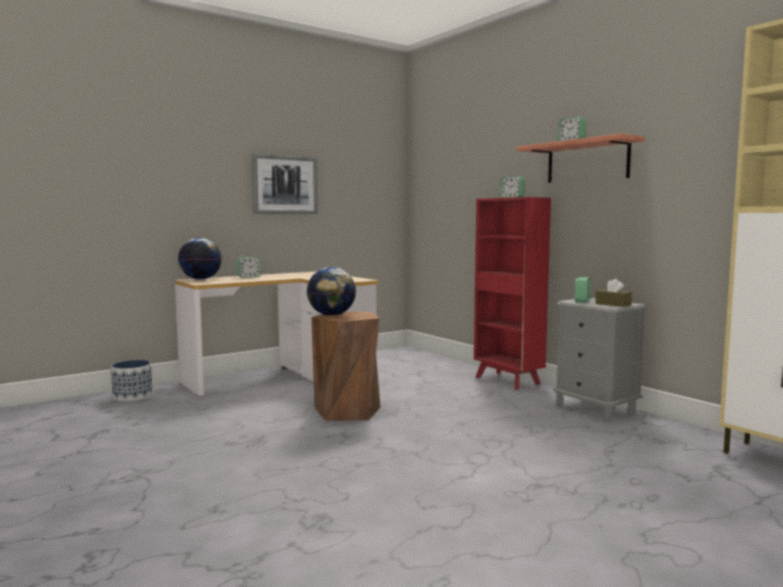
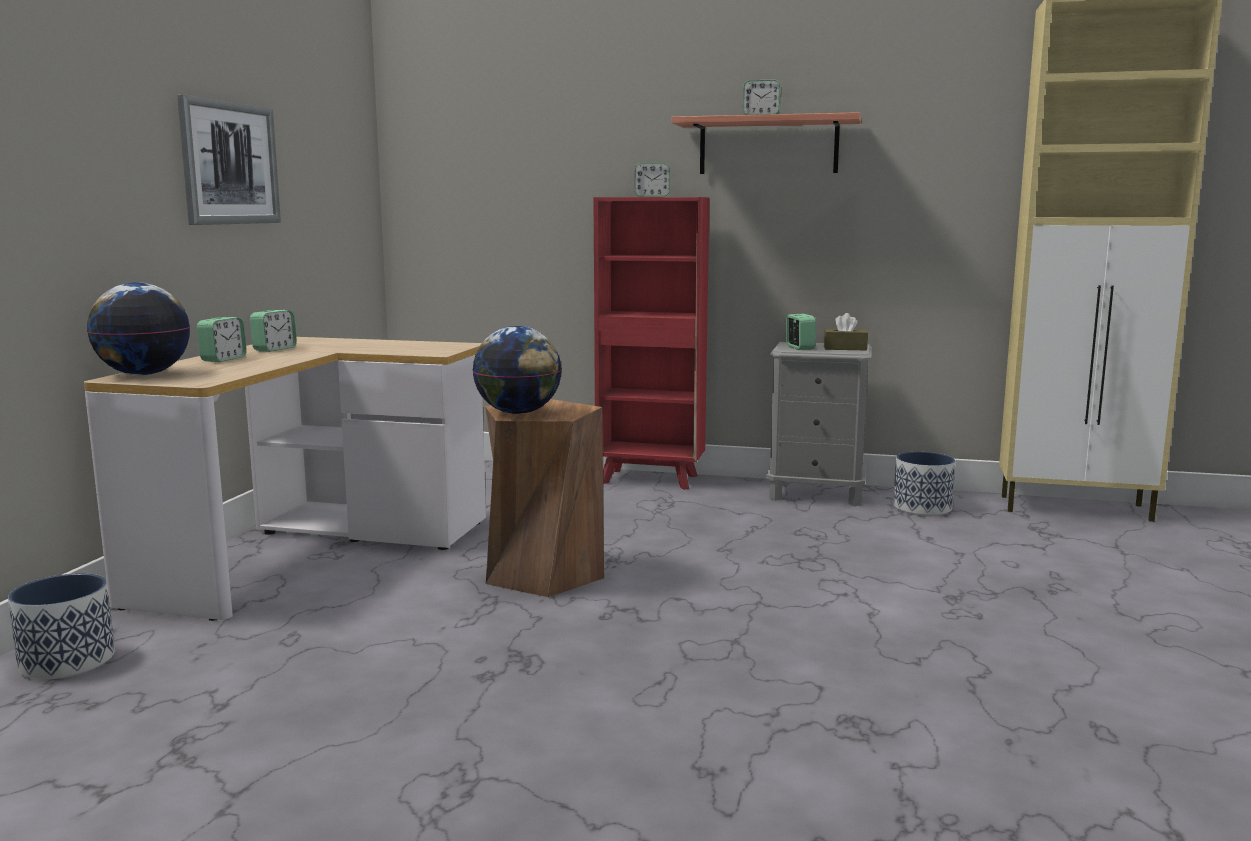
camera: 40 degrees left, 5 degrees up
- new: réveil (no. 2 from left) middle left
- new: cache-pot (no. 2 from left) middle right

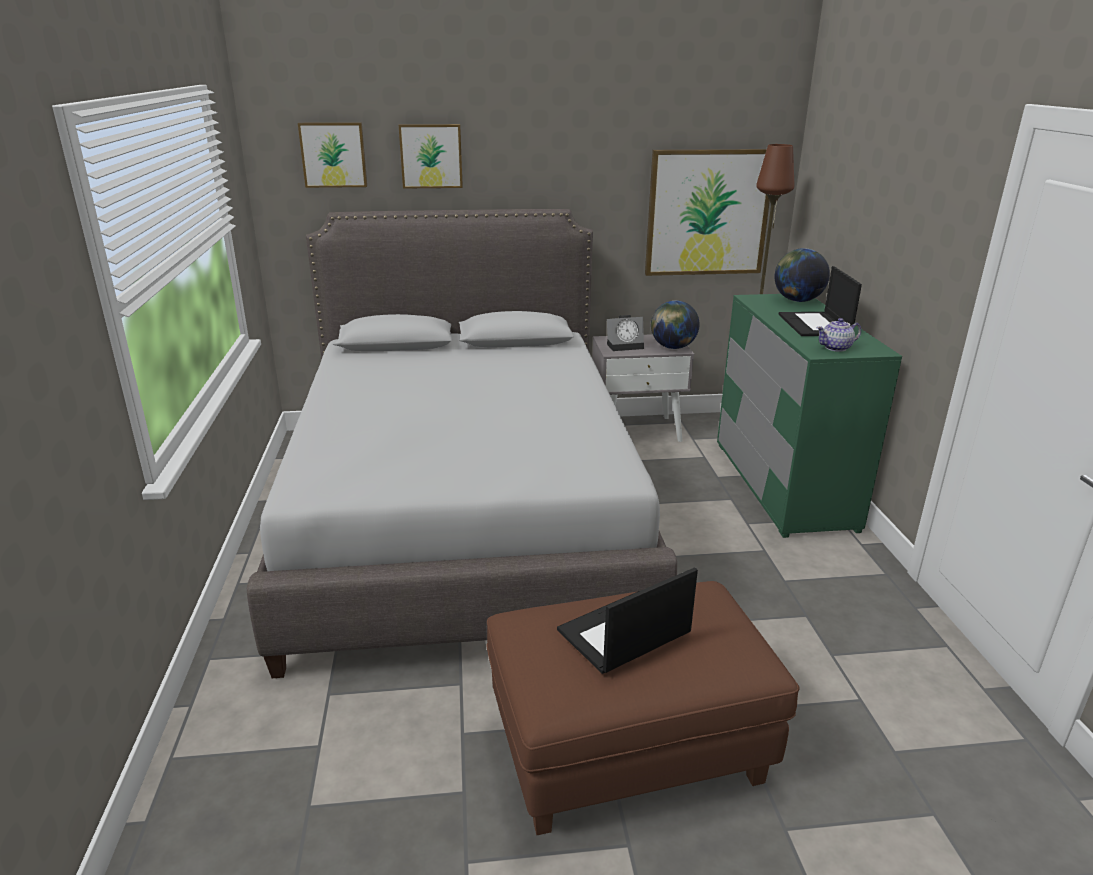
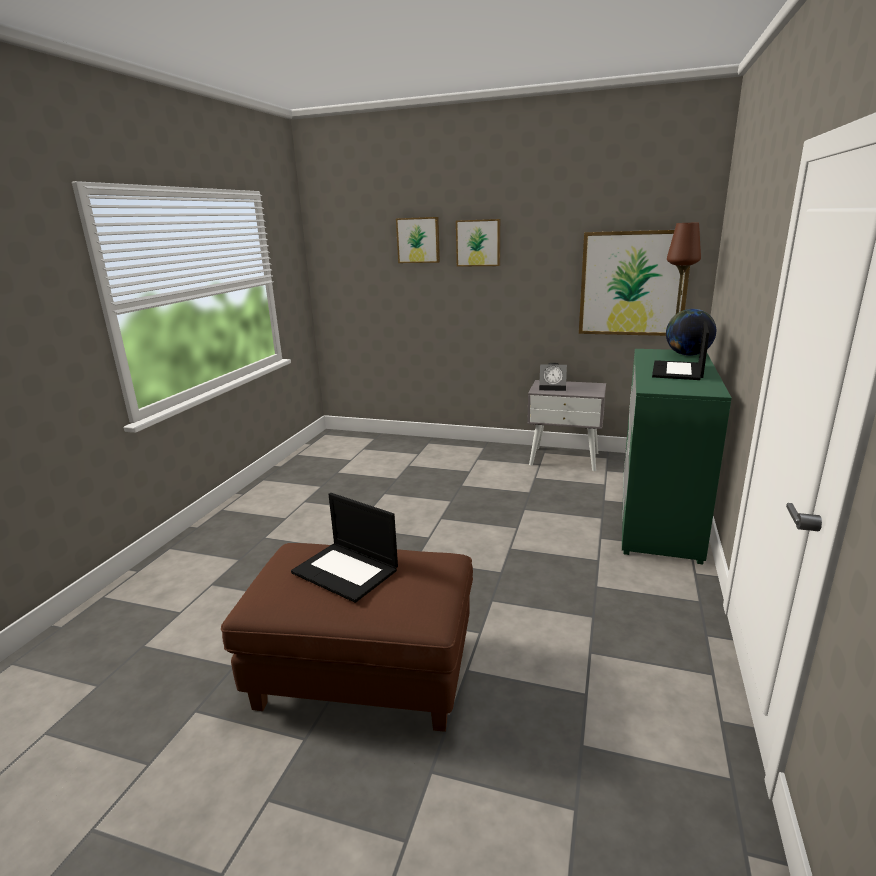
camera: 25 degrees right, 5 degrees down
- gone: lit (gris) centre
- gone: globe (no. 1 from left) centre
- gone: théière middle right
- shifted: tableau (no. 1 from left in the first image) top left to tableau (no. 2 from left) top centre
- rotated: ordinateur portable (no. 1 from left) bottom centre = centre 135 degrees counterclockwise

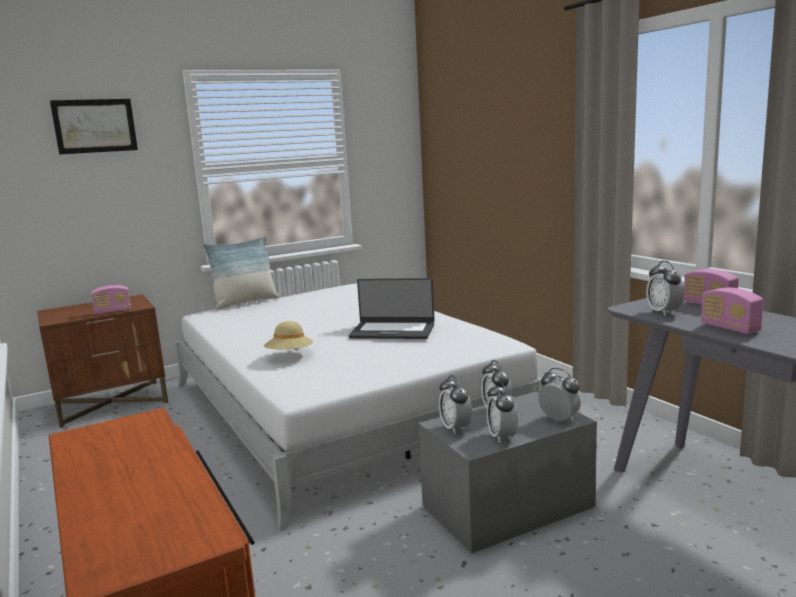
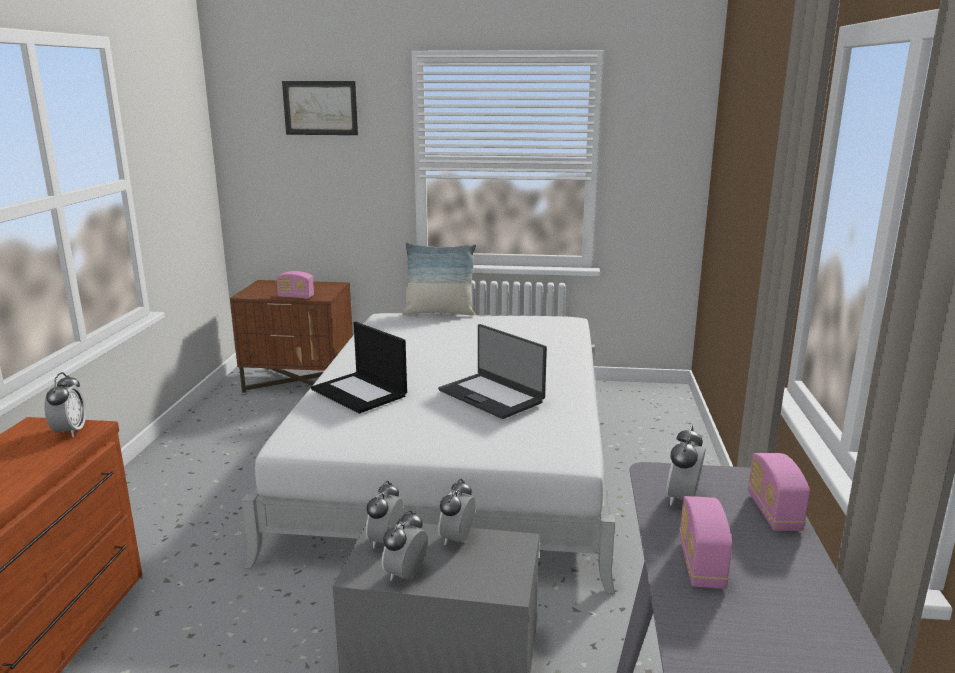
camera: 35 degrees right, 5 degrees up
- shifted: réveil (no. 4 from left in the first image) middle right to réveil (no. 1 from left) middle left
- swapped: chapeau (beige) centre to ordinateur portable (no. 1 from left) centre

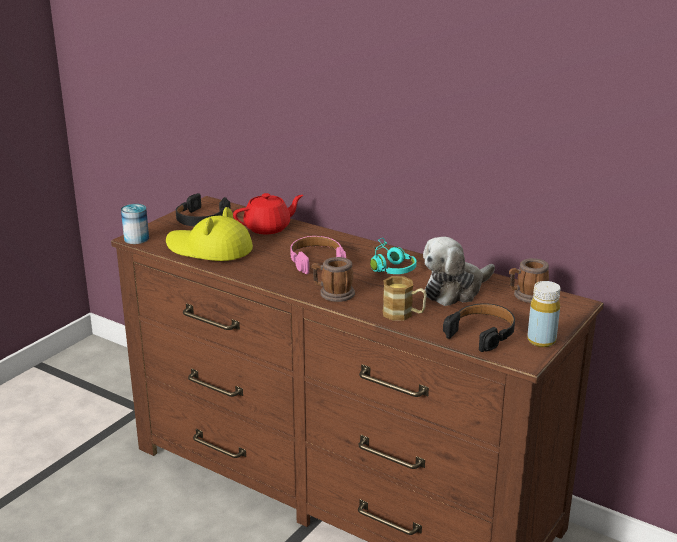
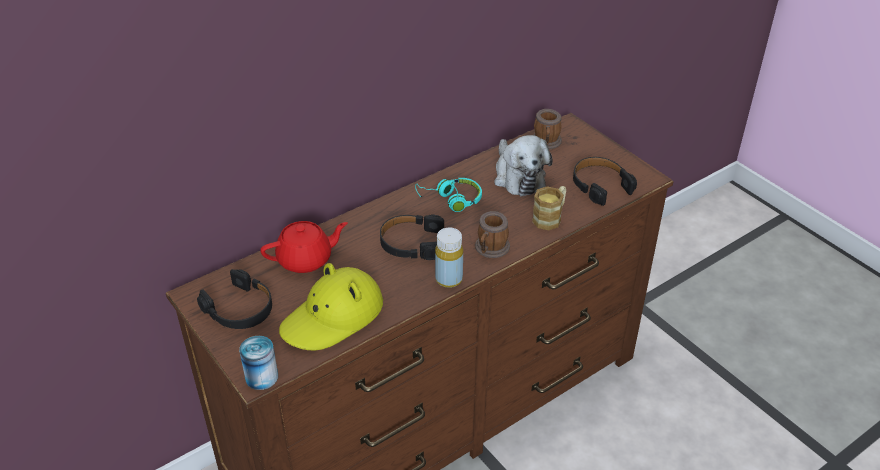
camera: 70 degrees left, 15 degrees up
- shifted: bouteille (jaune) middle right to centre
- repainted: casque audio (rose) centre to casque audio (noir) (no. 2 from left) centre
- rotated: théière (rouge) centre = centre 75 degrees clockwise

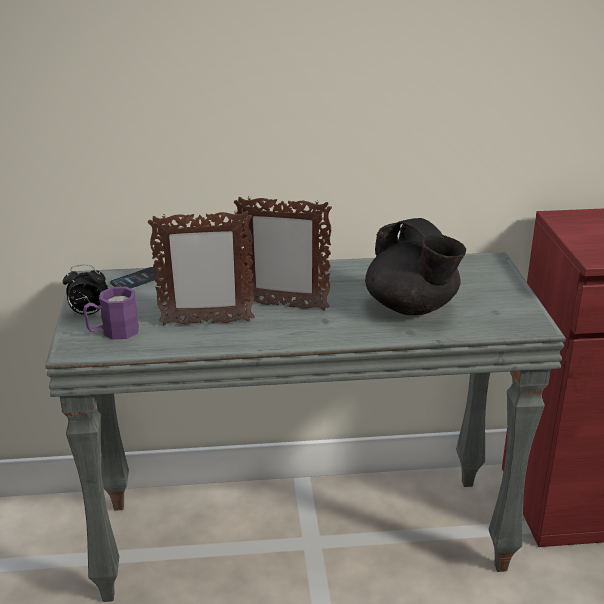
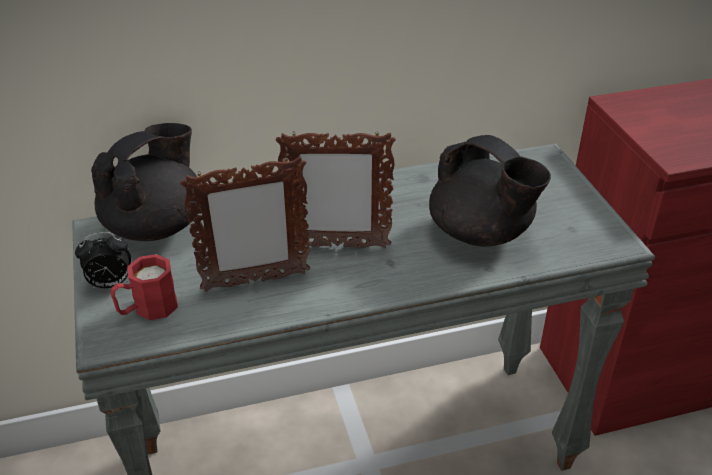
camera: 10 degrees left, 10 degrees up
- swapped: téléphone middle left to théière (noir) (no. 1 from left) middle left
- repainted: mug (violet) middle left to mug (rouge) middle left

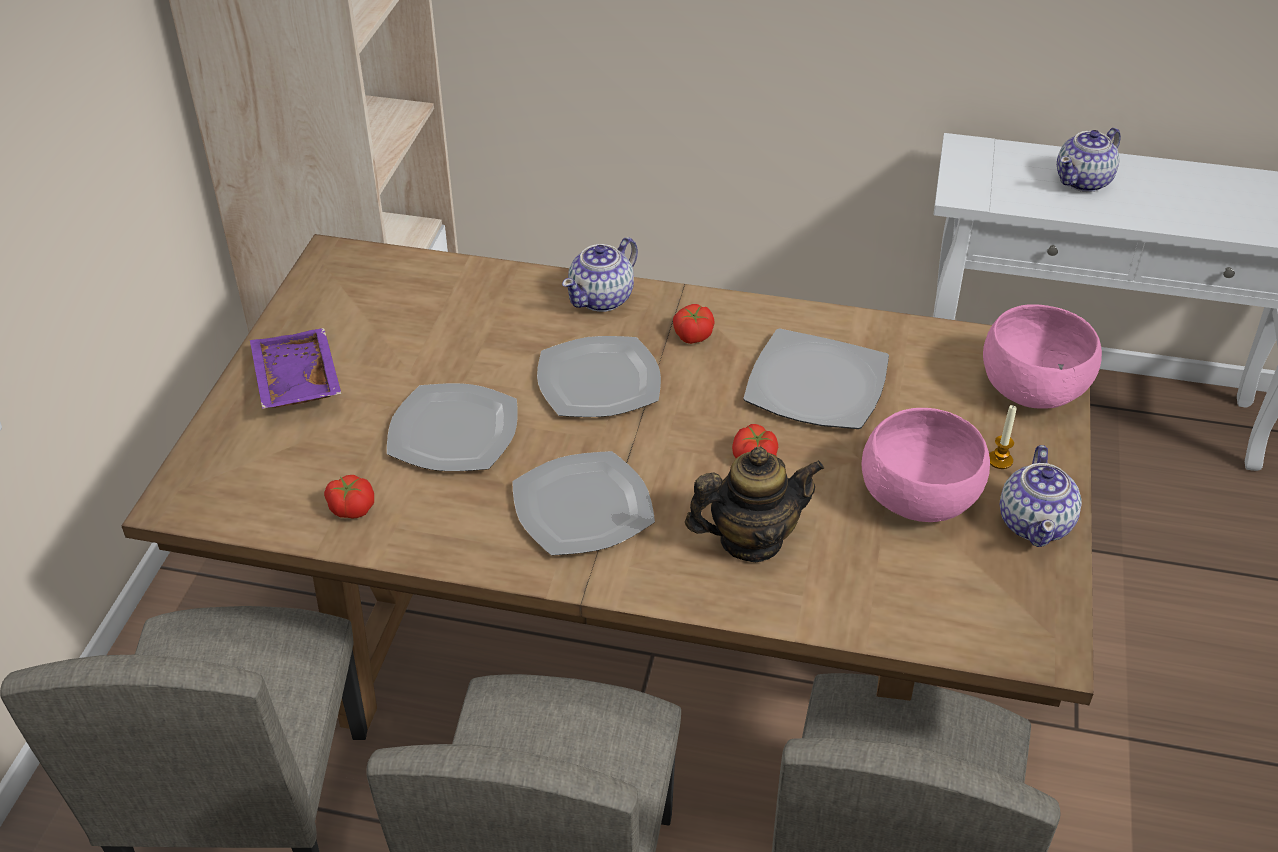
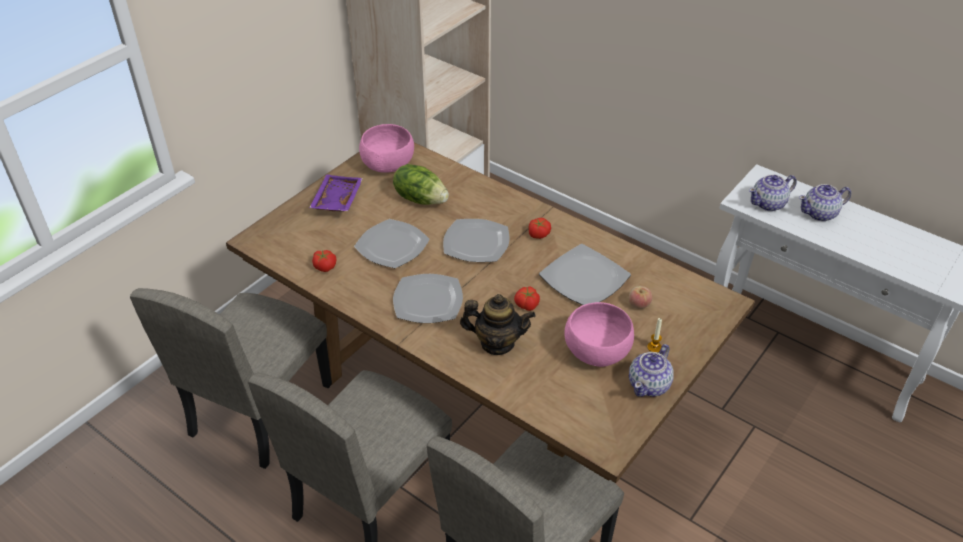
camera: 25 degrees right, 0 degrees up
- new: laitue centre
- new: pomme centre
- shifted: théière (no. 1 from left in the first image) top centre to théière (no. 3 from left) middle right
- shifted: bol (rose) (no. 2 from left in the first image) middle right to bol (rose) (no. 1 from left) top centre

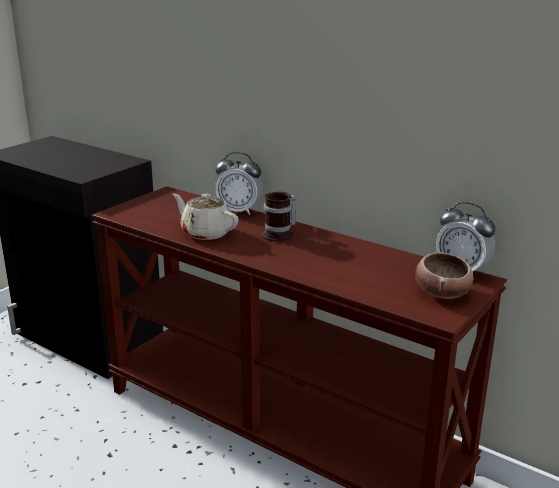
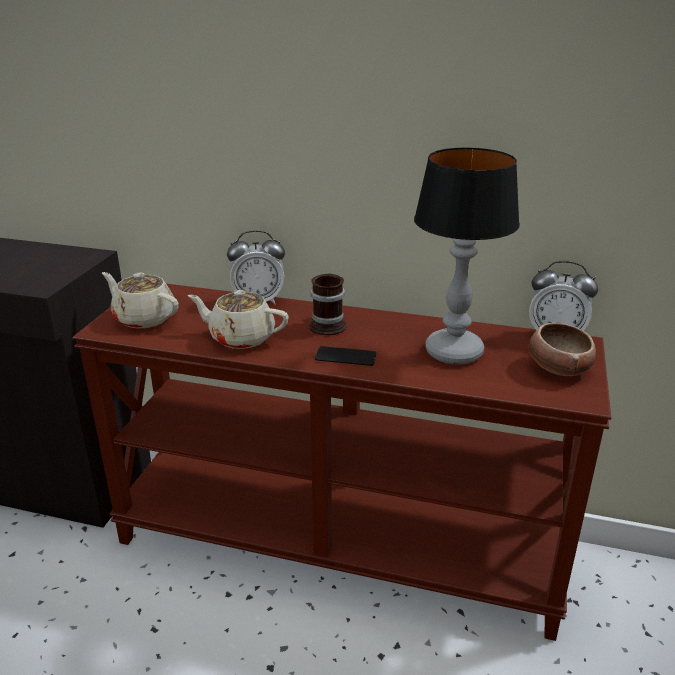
camera: 20 degrees left, 5 degrees up
- new: théière (beige) (no. 1 from left) middle left
- new: téléphone centre
- new: lampe de table middle right

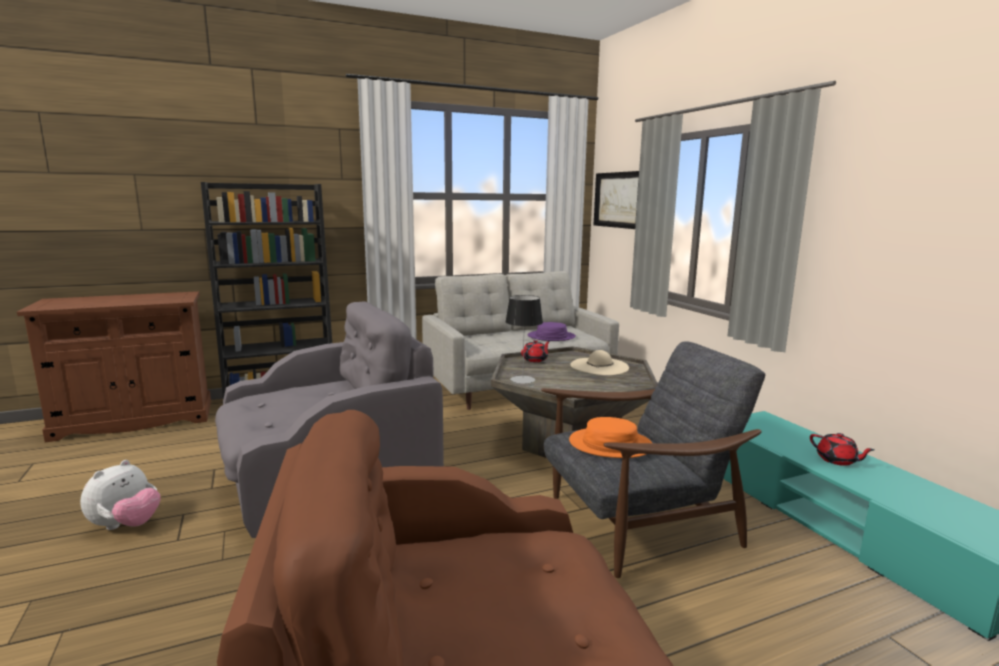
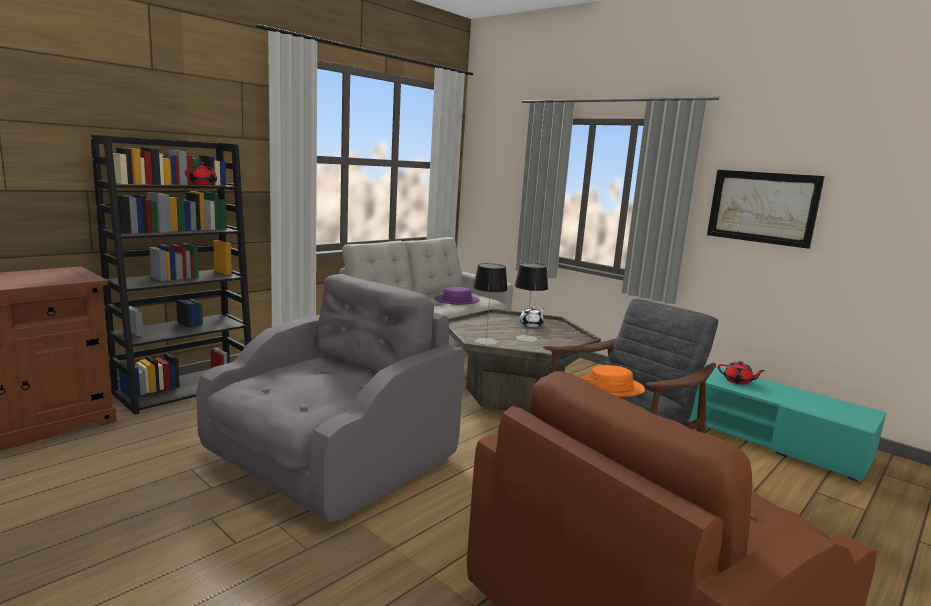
camera: 25 degrees left, 0 degrees up
- gone: peluche bottom left
- new: lampe de table (no. 2 from left) centre
- shifted: théière (rouge) (no. 1 from left) centre to top left
- shifted: tableau top centre to middle right
- swapped: chapeau (beige) centre to théière (blanc) centre

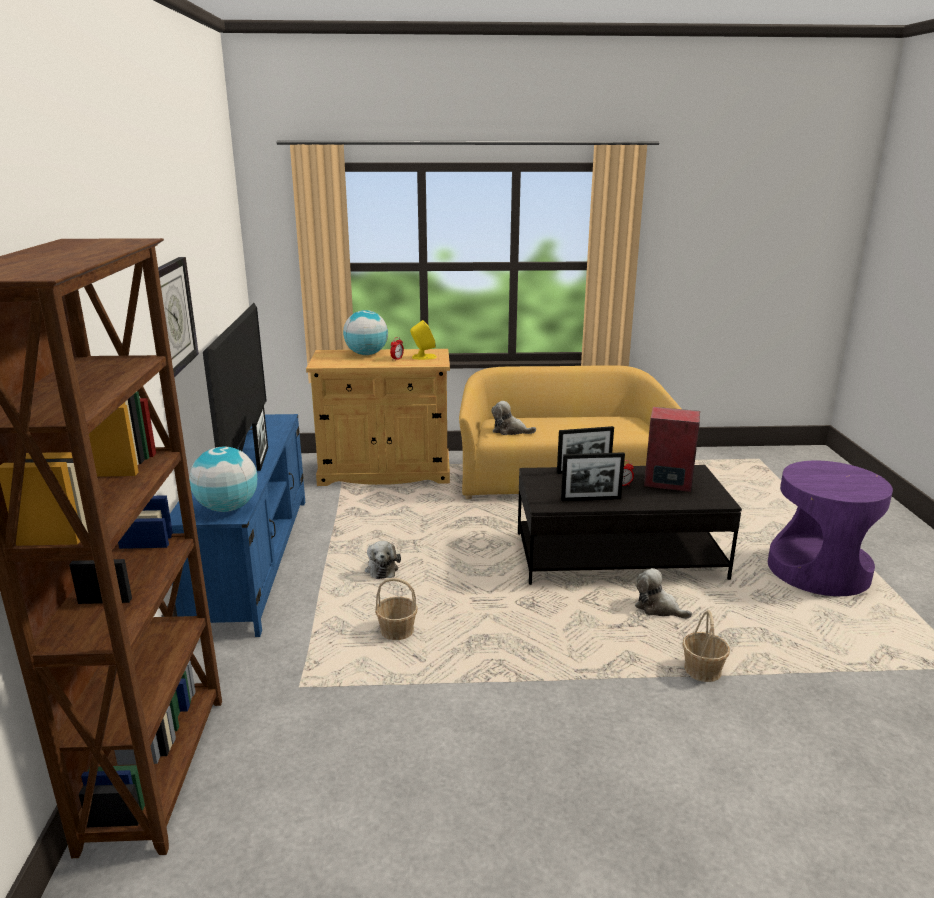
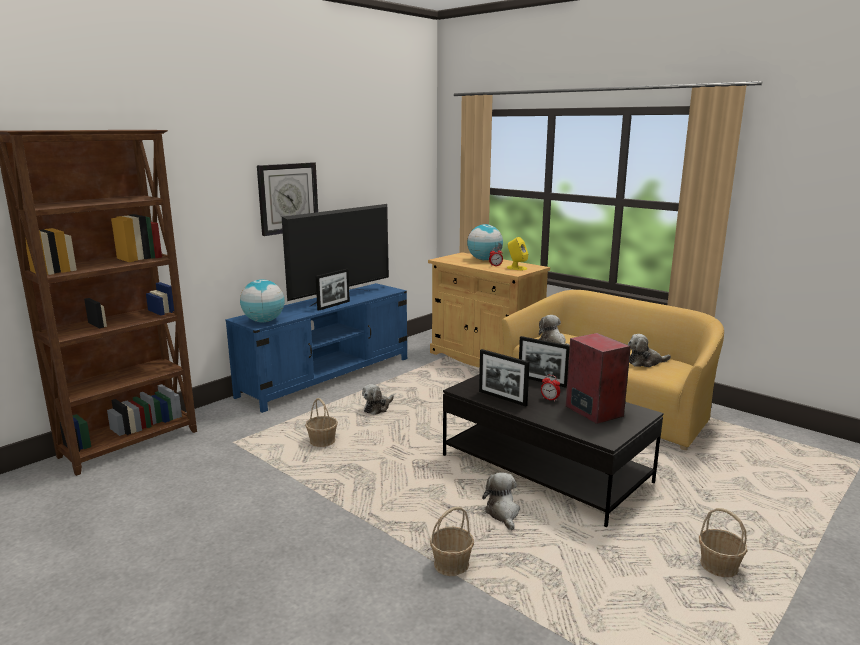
camera: 45 degrees right, 5 degrees down
- new: peluche (no. 4 from left) middle right
- swapped: table d'appoint (violet) middle right to panier (no. 3 from left) bottom right

